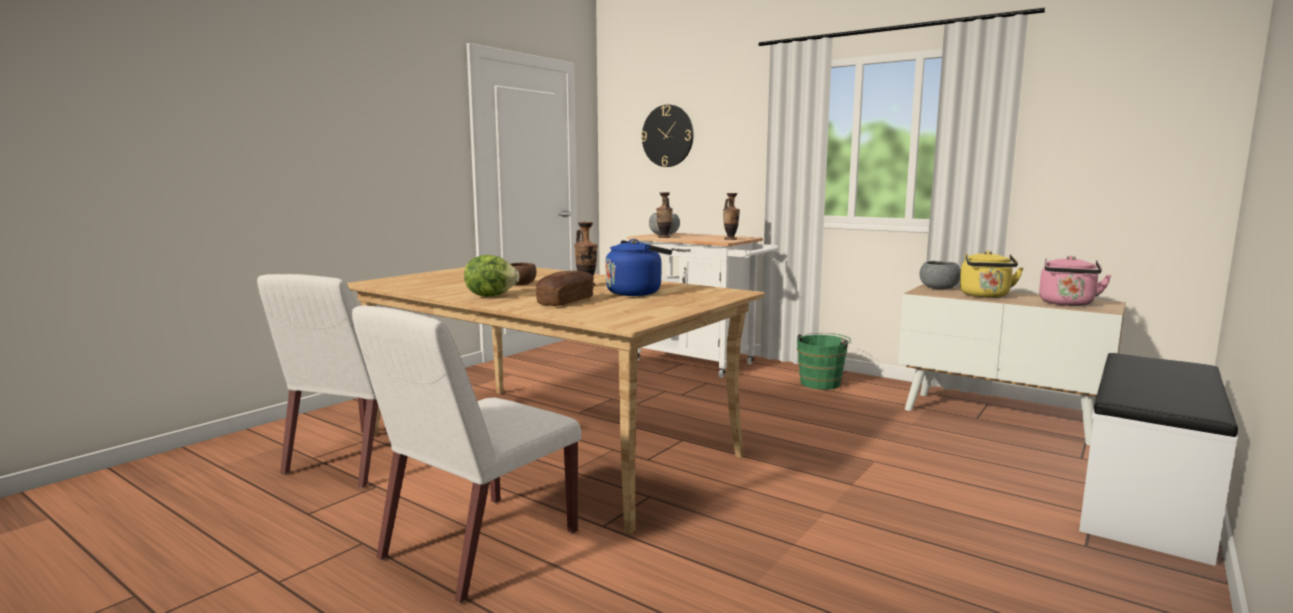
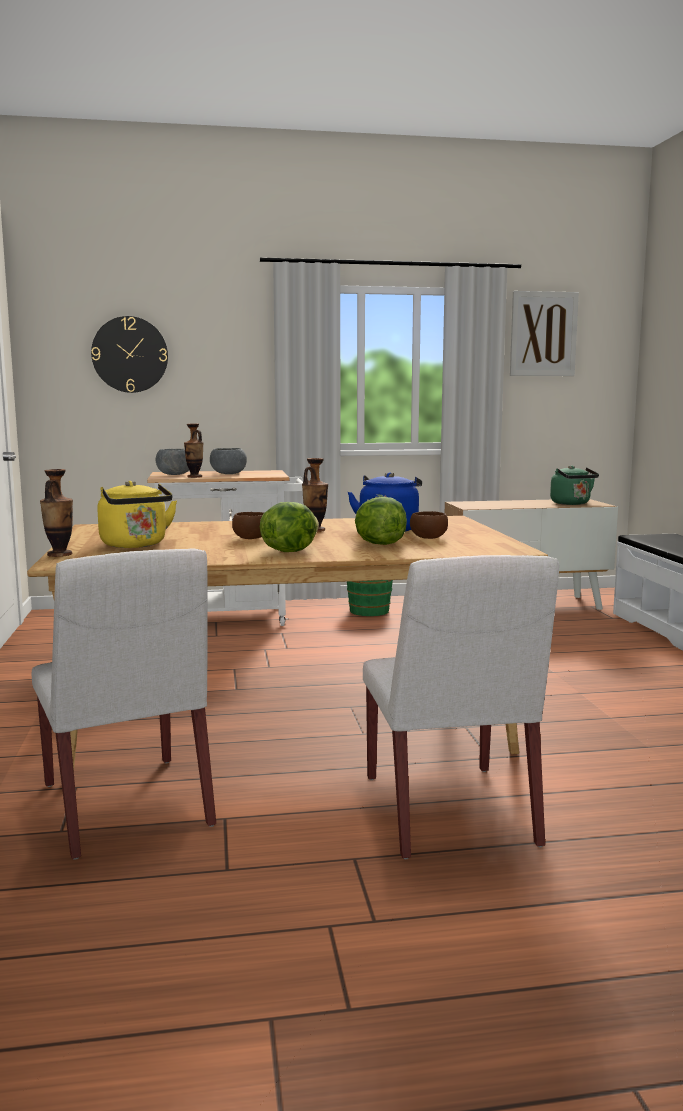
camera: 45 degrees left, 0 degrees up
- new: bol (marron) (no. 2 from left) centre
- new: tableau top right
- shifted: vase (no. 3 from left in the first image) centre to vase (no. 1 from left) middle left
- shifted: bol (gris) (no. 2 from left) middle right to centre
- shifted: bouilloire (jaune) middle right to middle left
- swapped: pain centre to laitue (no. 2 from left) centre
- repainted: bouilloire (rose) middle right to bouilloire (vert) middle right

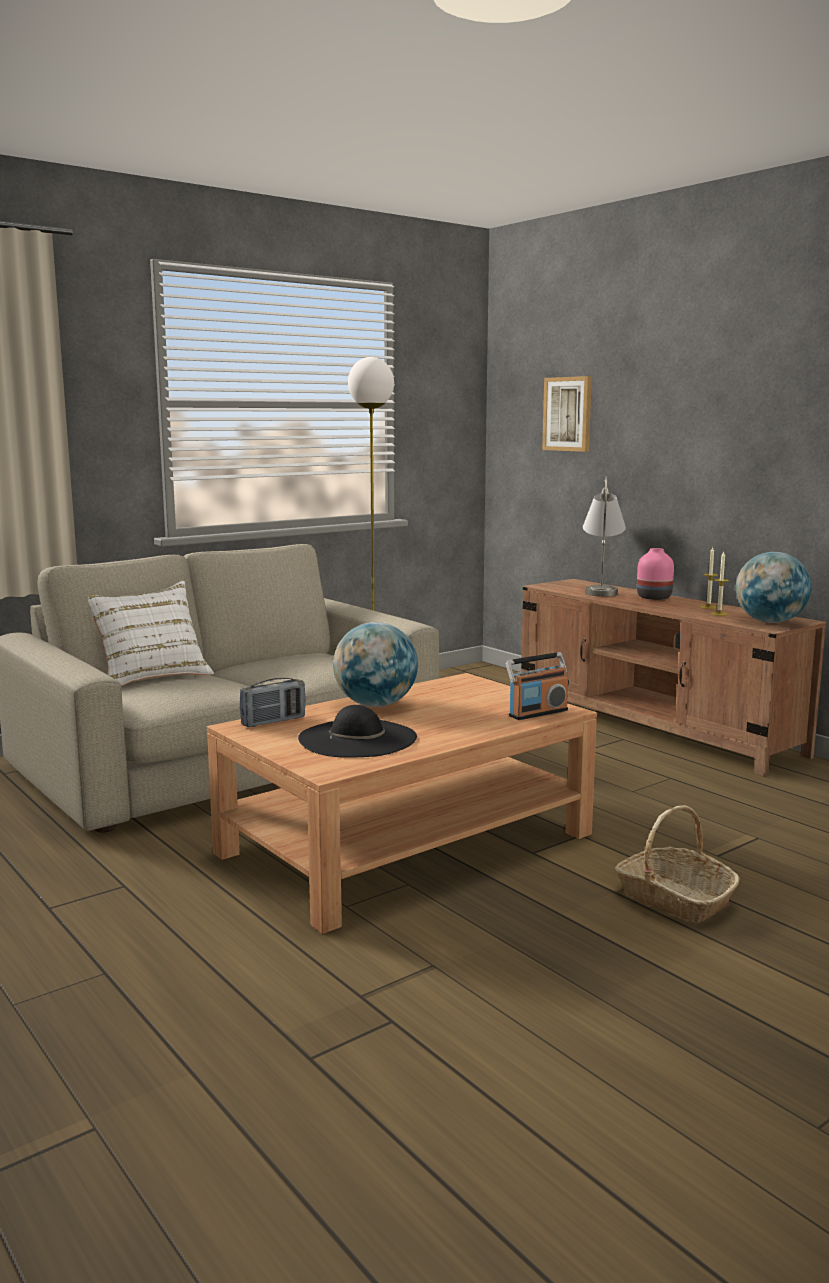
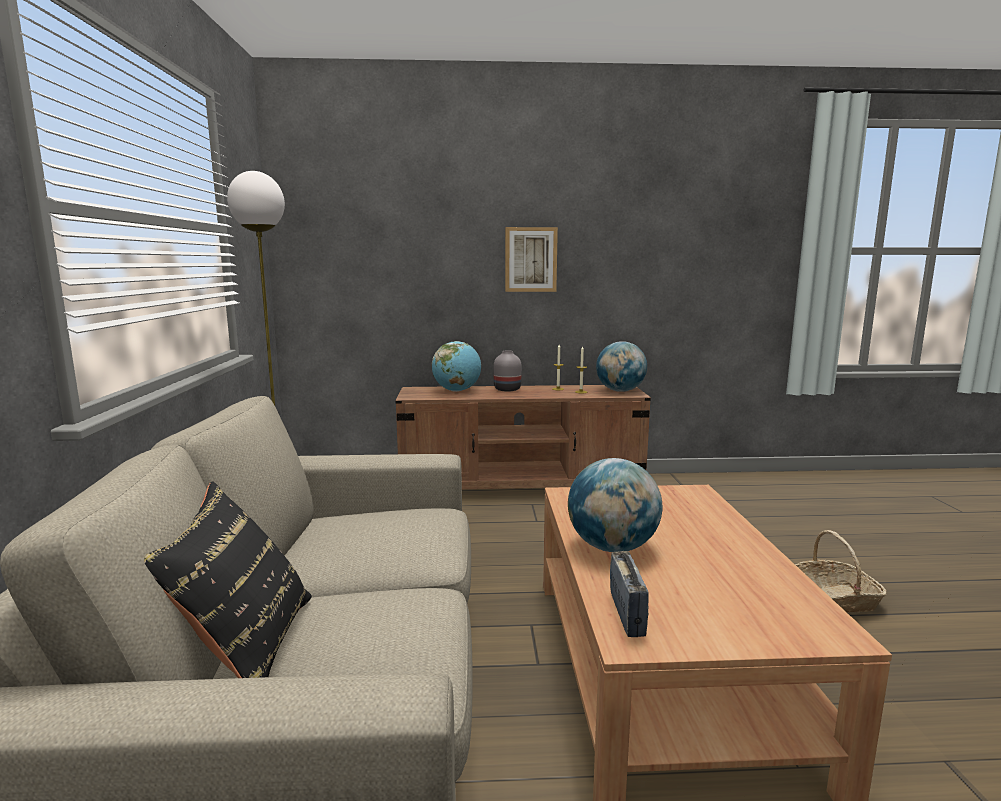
camera: 55 degrees left, 0 degrees up
- gone: chapeau (noir) centre
- gone: radio (no. 2 from left) centre
- shifted: tableau top right to top centre
- swapped: lampe de table (gris) middle right to globe (no. 1 from left) centre
- repainted: coussin (blanc) middle left to coussin (noir) bottom left
- repainted: vase (rose) middle right to vase (gris) centre

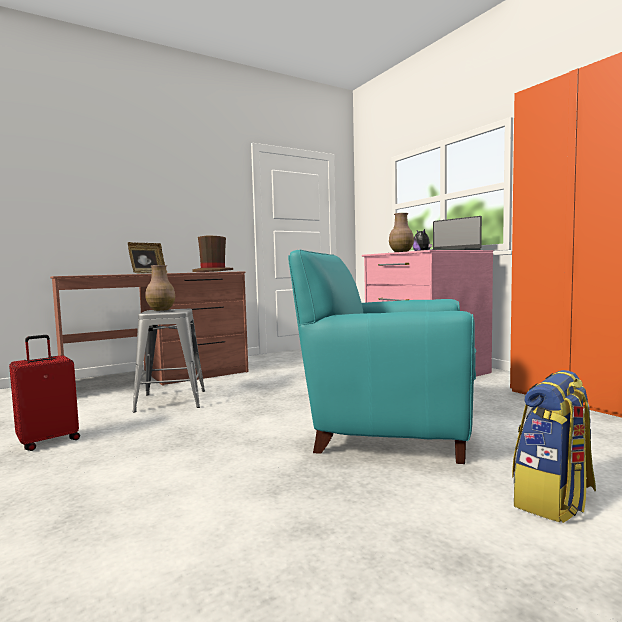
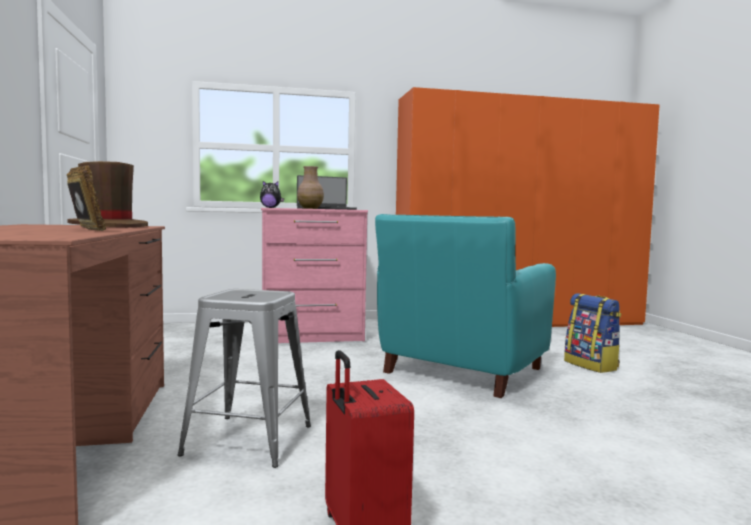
camera: 70 degrees left, 0 degrees up
- gone: vase (marron) (no. 1 from left) middle left

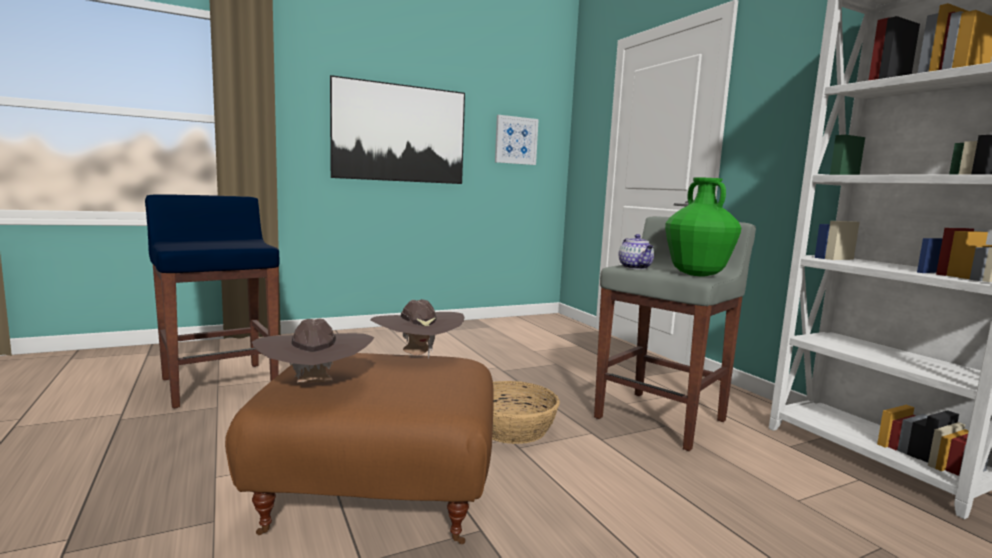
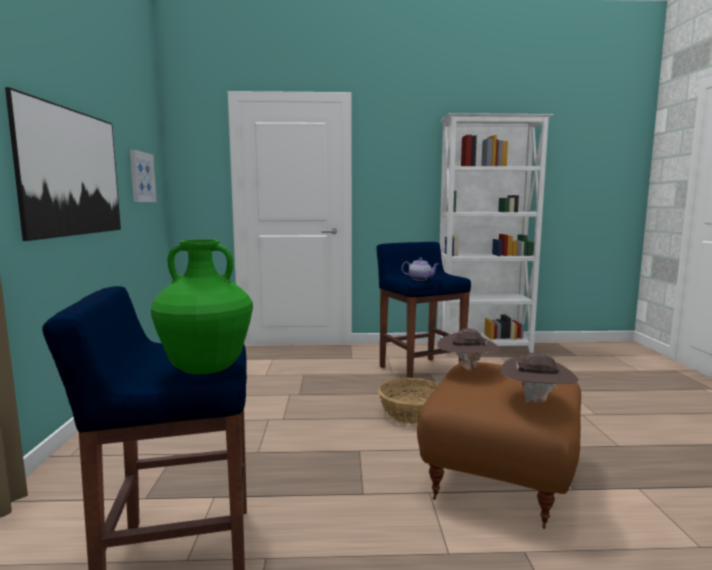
camera: 65 degrees left, 0 degrees up
- shifted: vase (vert) middle right to middle left
- repainted: tabouret (gris) middle right to tabouret (bleu) (no. 2 from left) centre

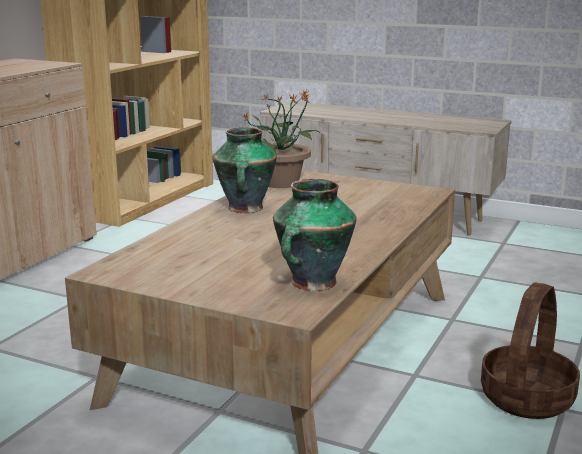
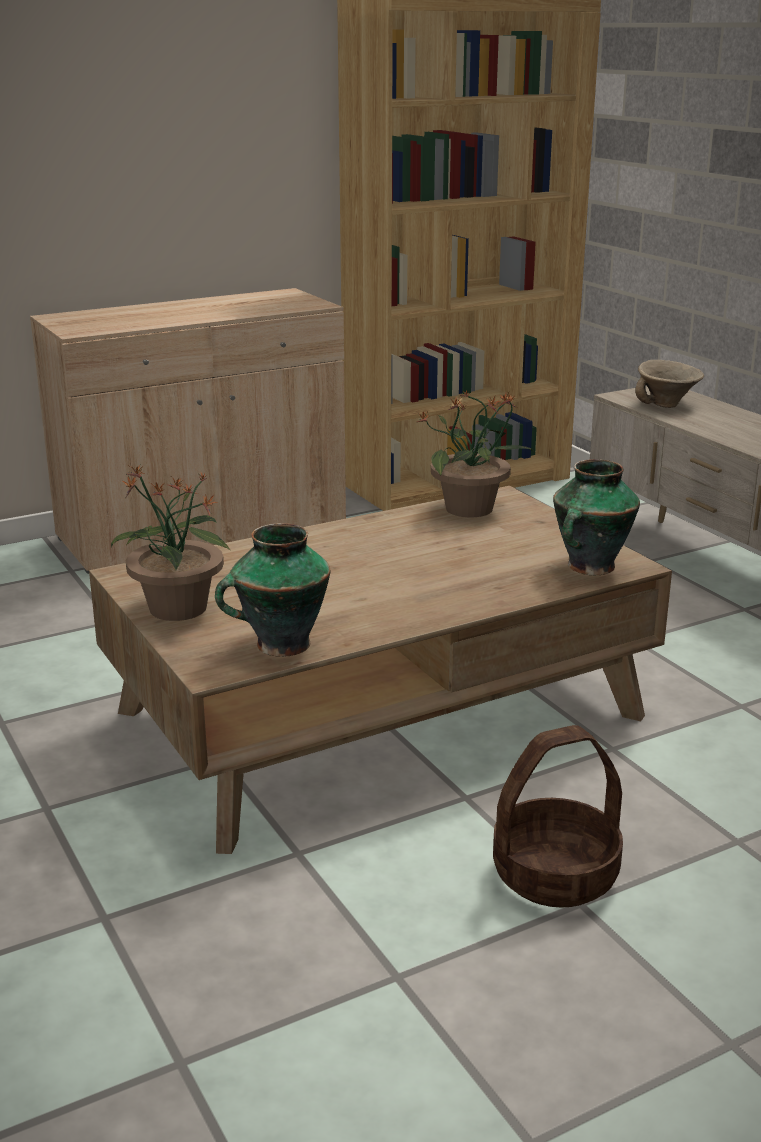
camera: 35 degrees right, 5 degrees up
- new: plante en pot (no. 1 from left) middle left
- new: bol (beige) middle right
- shifted: vase (no. 1 from left in the first image) centre to vase (no. 2 from left) middle right

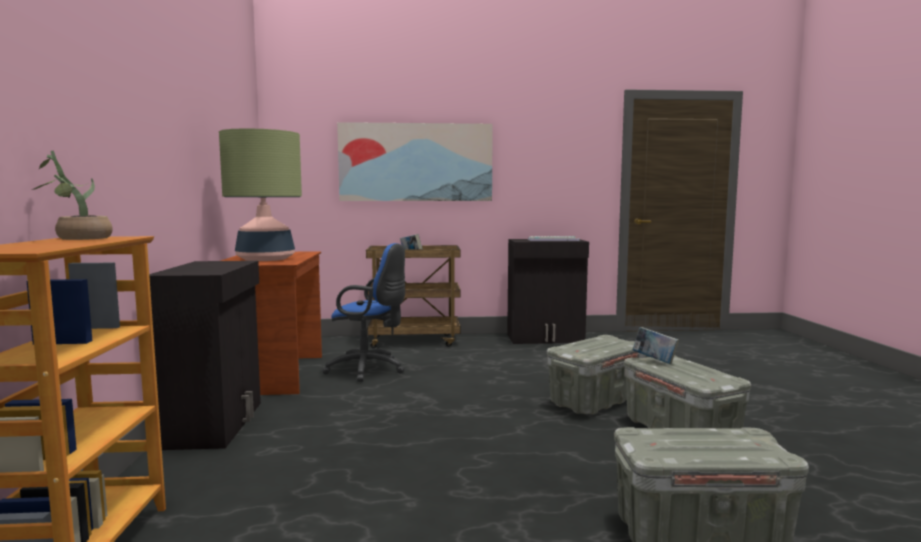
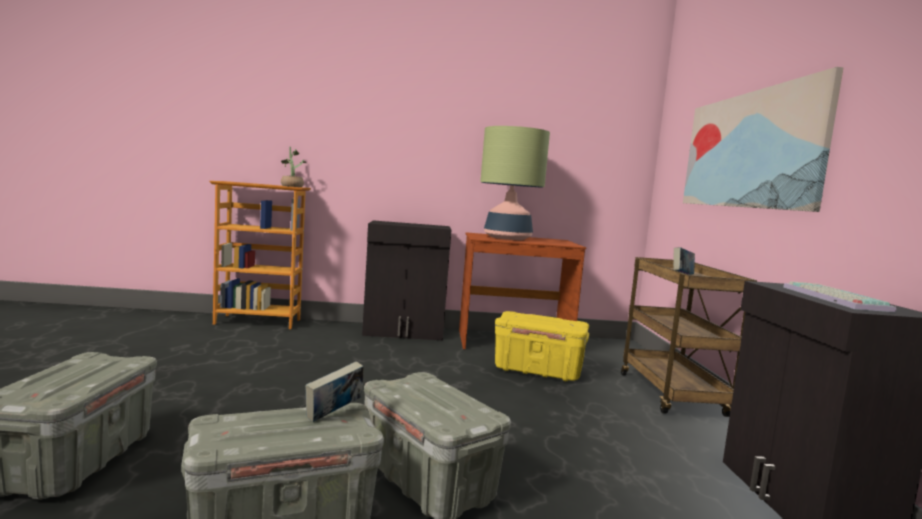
camera: 90 degrees right, 0 degrees up
- swapped: chaise de bureau (bleu) centre to boîte de rangement (jaune) bottom centre

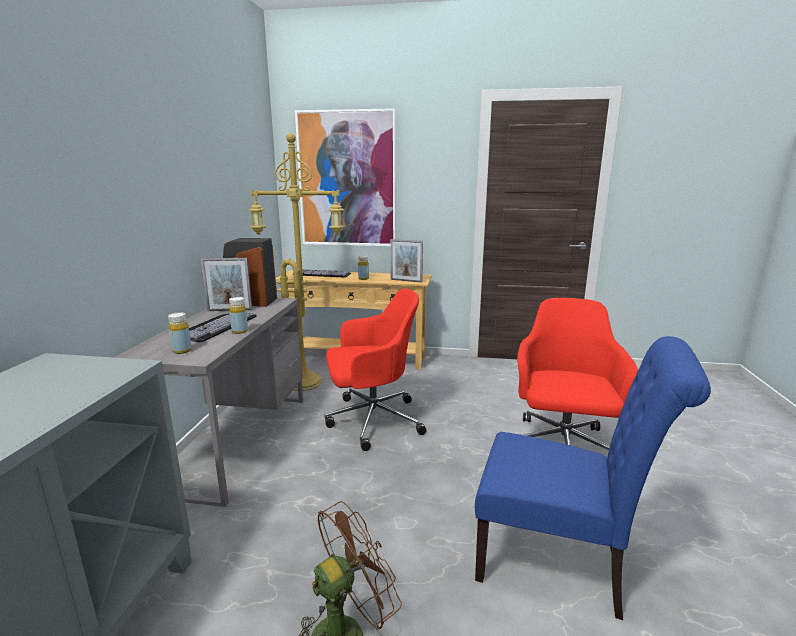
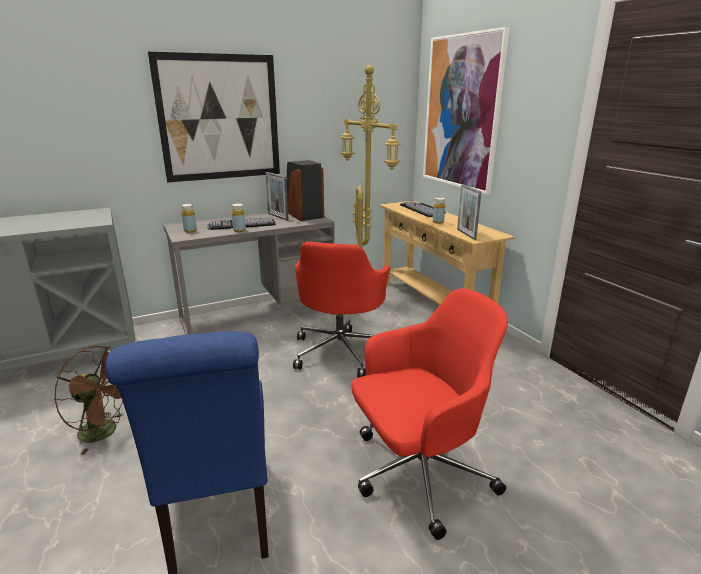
camera: 55 degrees right, 5 degrees up
- new: tableau (no. 1 from left) top left
- rotated: chaise de bureau (rouge) (no. 1 from left) centre = centre 60 degrees clockwise

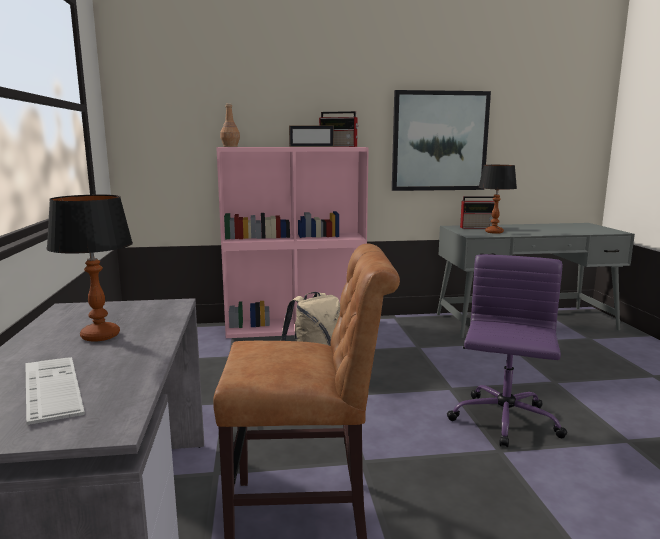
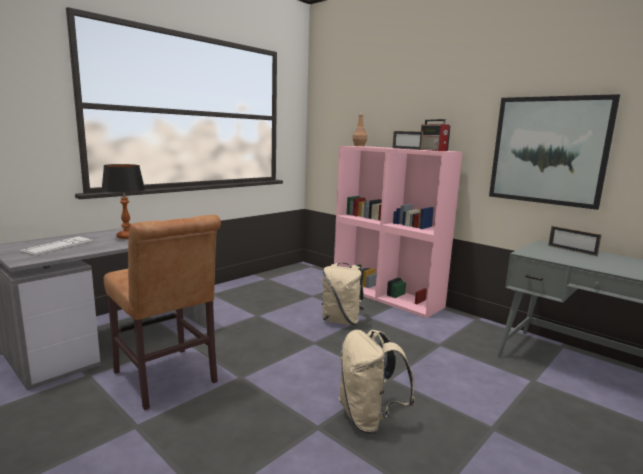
camera: 50 degrees right, 0 degrees up
- gone: lampe de table (no. 2 from left) middle right
- swapped: chaise de bureau (violet) middle right to sac à dos (beige) (no. 2 from left) bottom centre
- swapped: radio (no. 2 from left) middle right to cadre photo (no. 2 from left) middle right

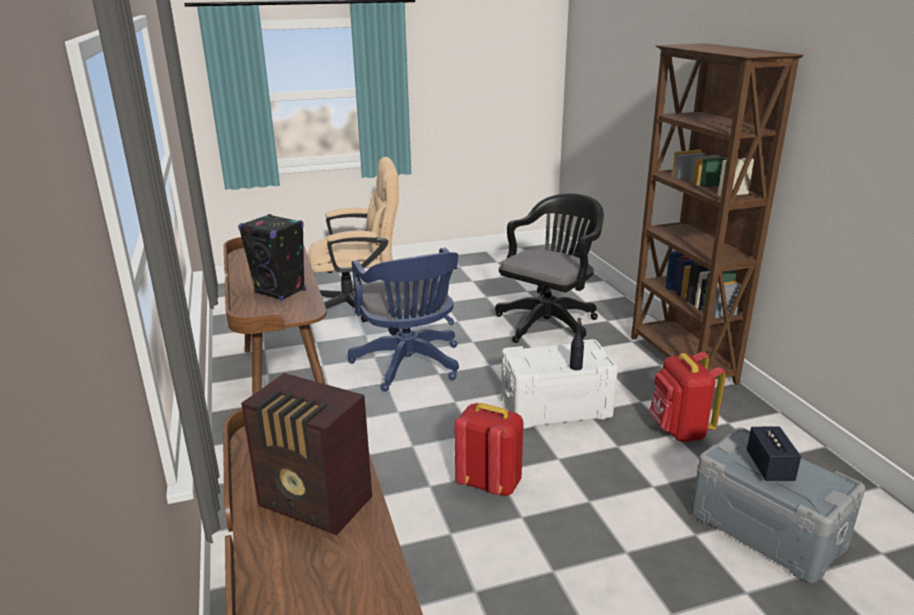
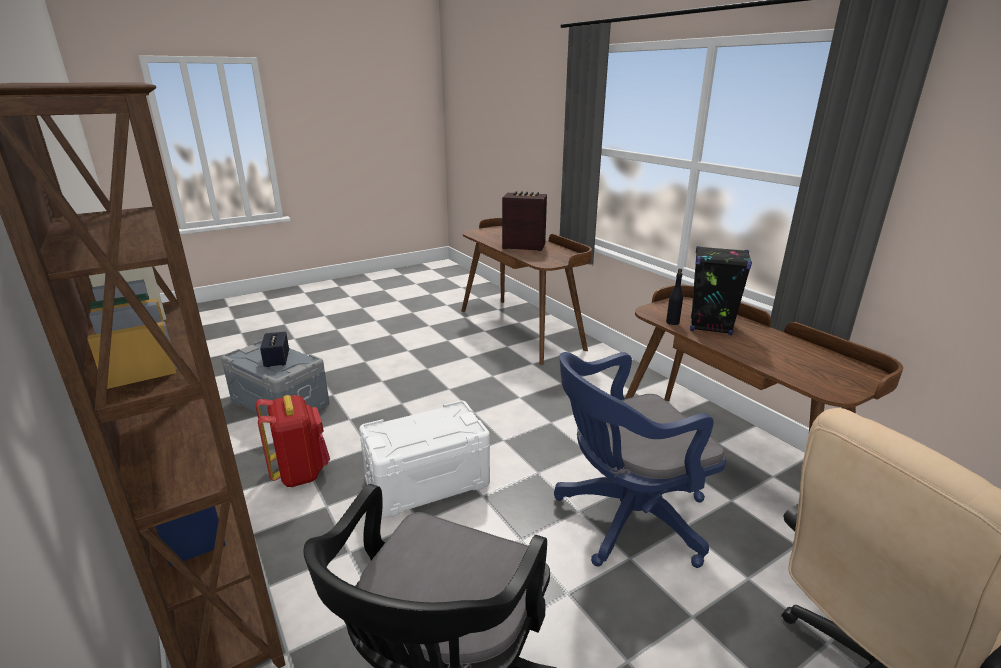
camera: 165 degrees right, 0 degrees up
- gone: sac à dos (rouge) (no. 1 from left) bottom centre
- shifted: bouteille (noir) centre to middle right
- rotated: chaise de bureau (bleu) centre = bottom centre 75 degrees counterclockwise

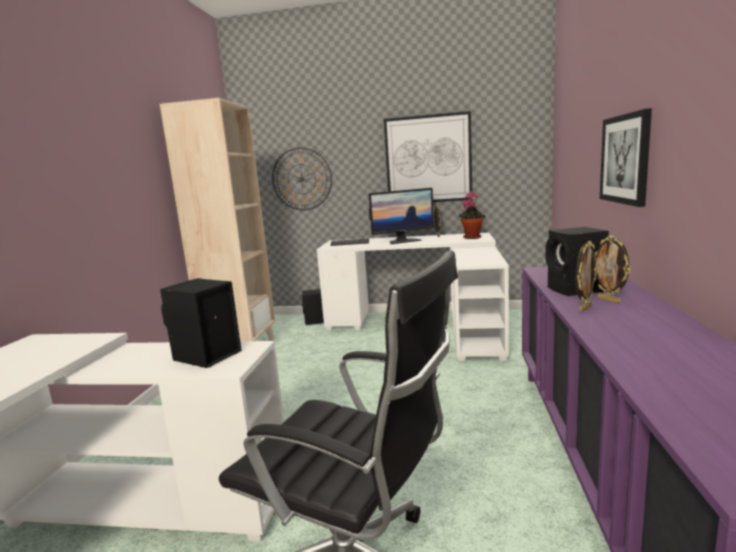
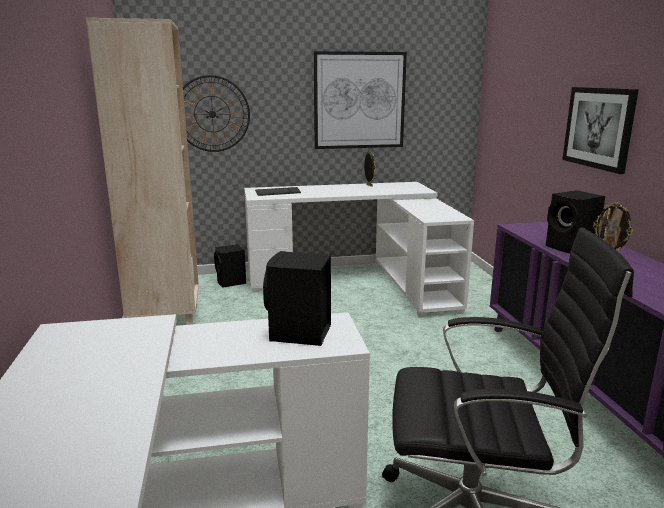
camera: 20 degrees left, 5 degrees up
- gone: écran d'ordinateur centre
- gone: plante en pot centre

